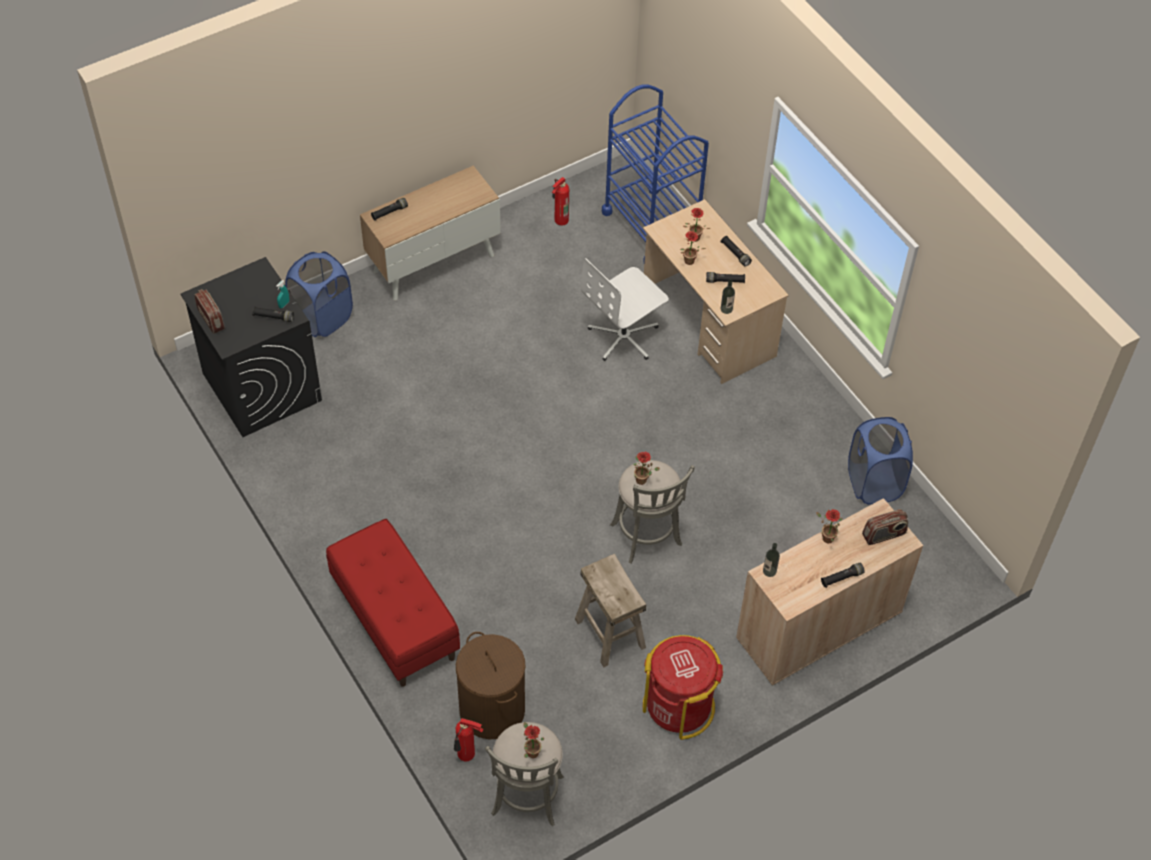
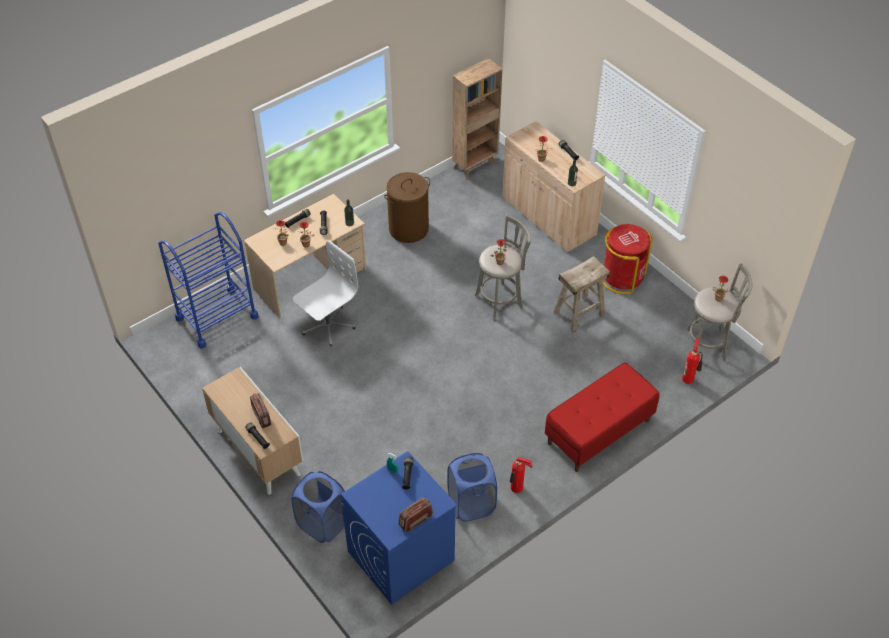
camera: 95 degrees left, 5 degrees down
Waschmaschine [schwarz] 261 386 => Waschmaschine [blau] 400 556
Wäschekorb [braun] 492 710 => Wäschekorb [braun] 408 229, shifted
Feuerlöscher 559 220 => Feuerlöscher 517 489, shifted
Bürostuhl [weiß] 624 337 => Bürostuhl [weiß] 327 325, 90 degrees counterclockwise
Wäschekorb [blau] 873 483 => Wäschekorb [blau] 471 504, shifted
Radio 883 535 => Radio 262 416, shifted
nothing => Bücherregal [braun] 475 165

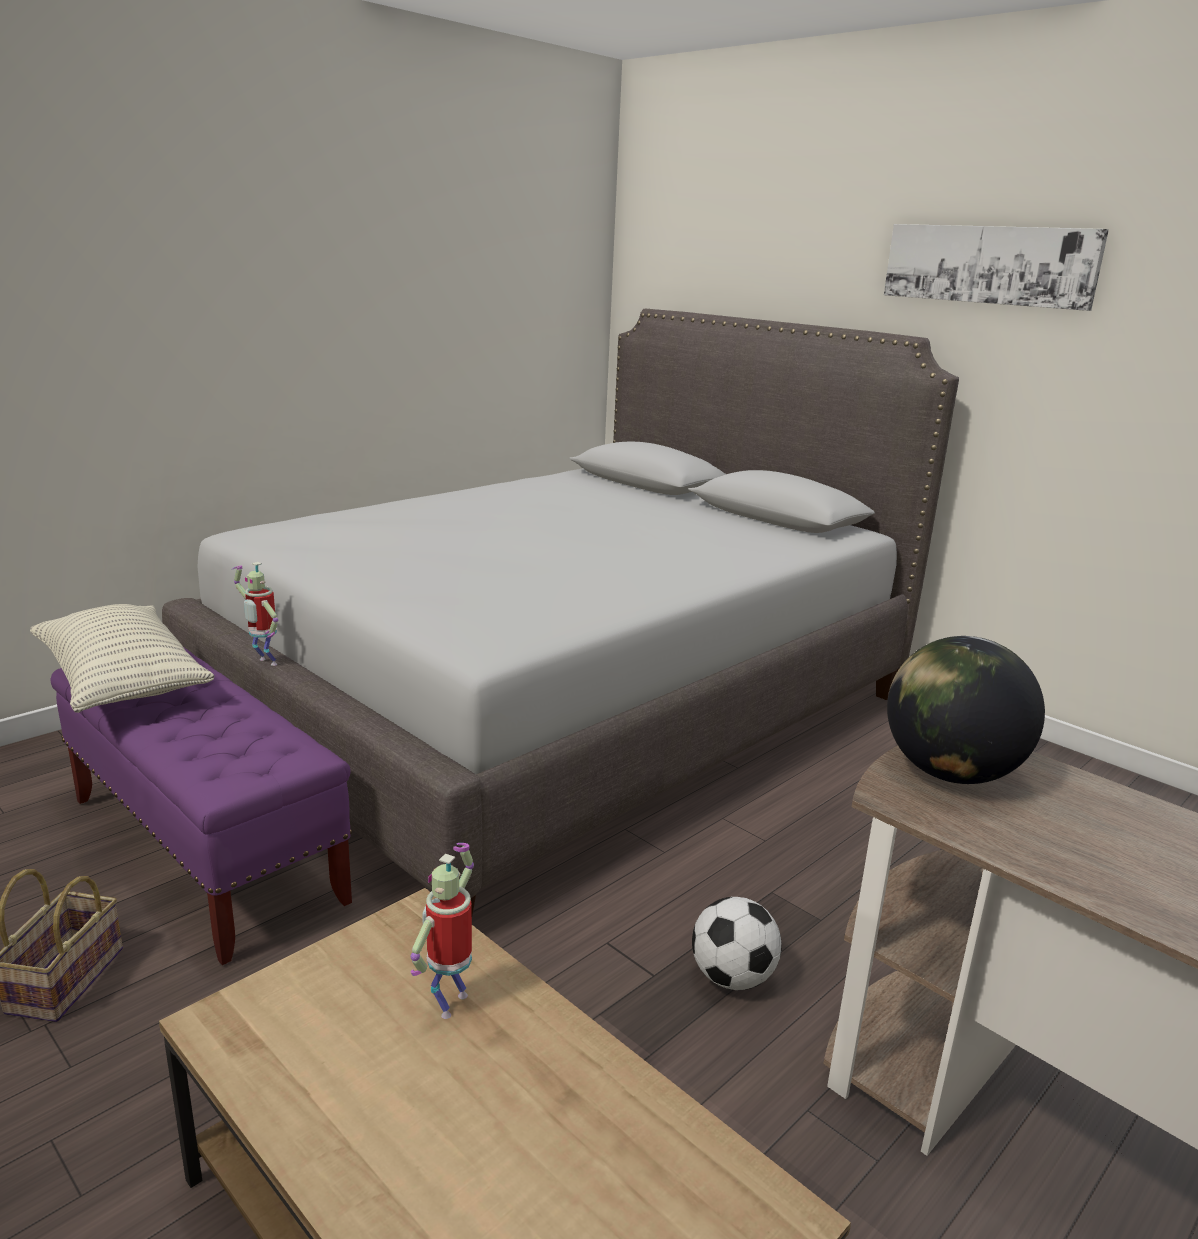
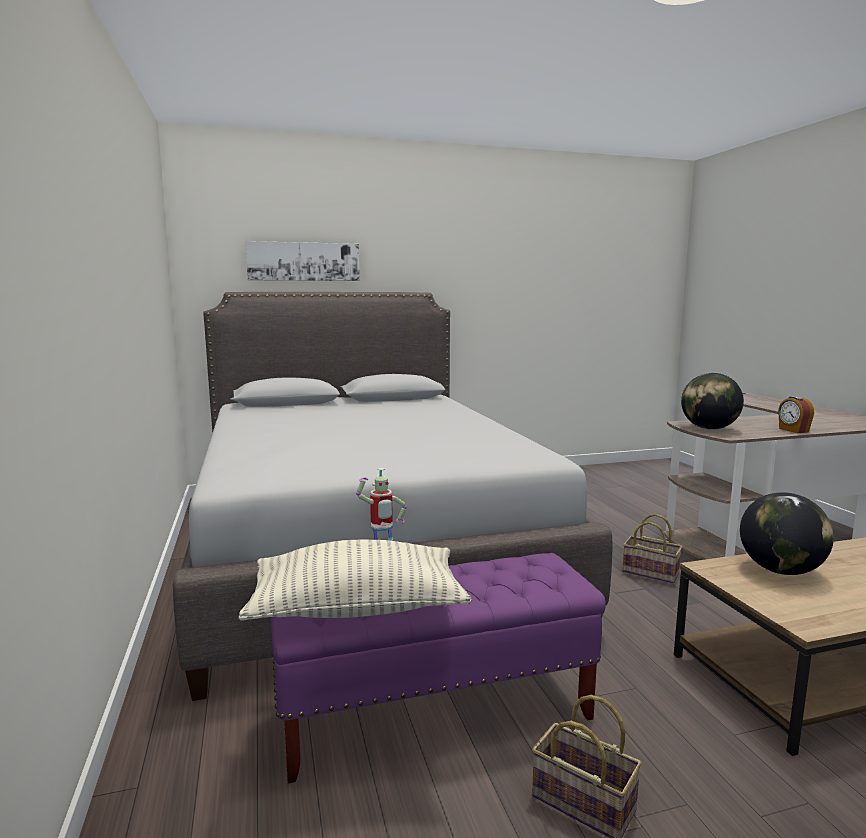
camera: 60 degrees left, 10 degrees down
Spielzeugroboter 449 1002 => Globus 780 571
Fußball 732 978 => Korb 652 572
Bild 989 265 => Bild 304 261, shifted
nothing => Wecker 793 430

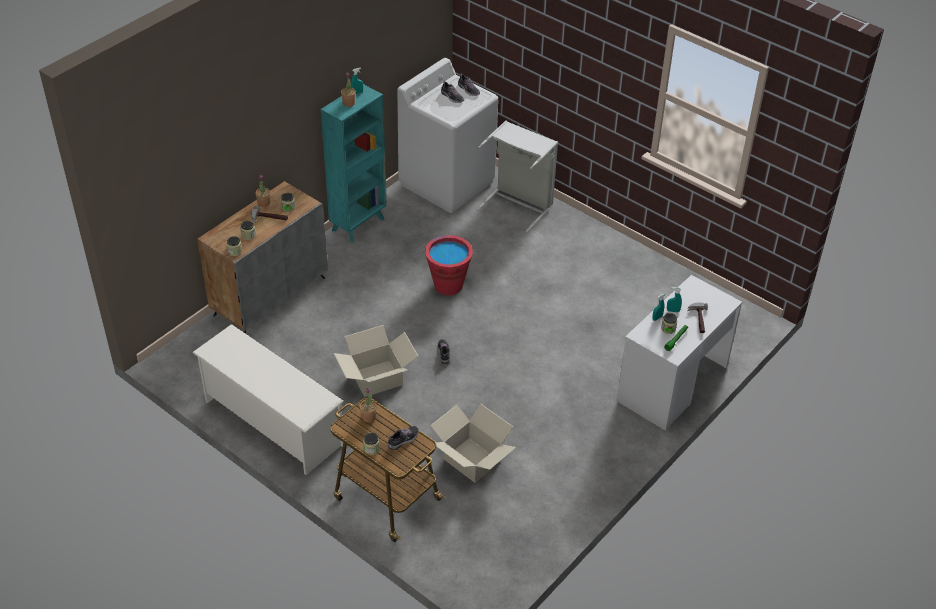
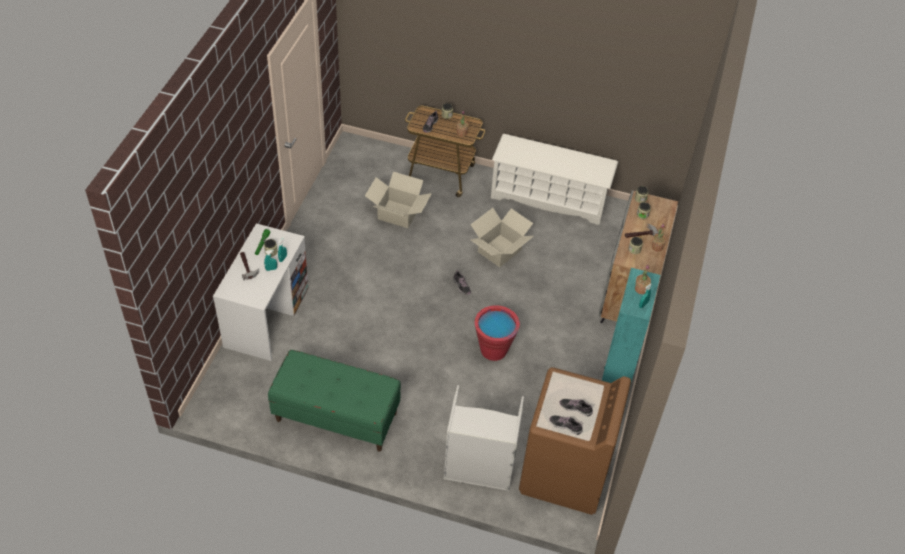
camera: 155 degrees right, 5 degrees up
Waschmaschine [weiß] 447 182 => Waschmaschine [braun] 565 473
nothing => Bank [grün] 336 417

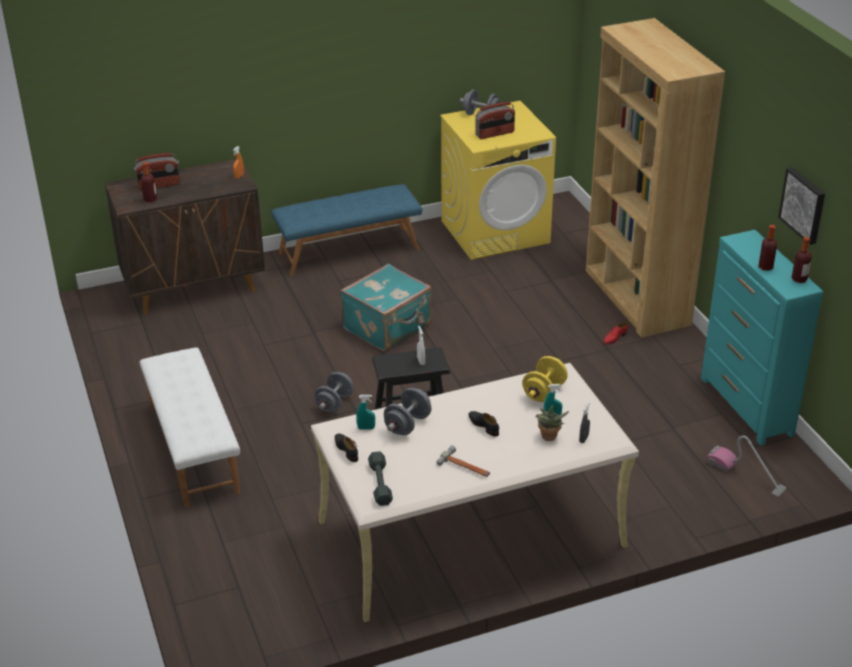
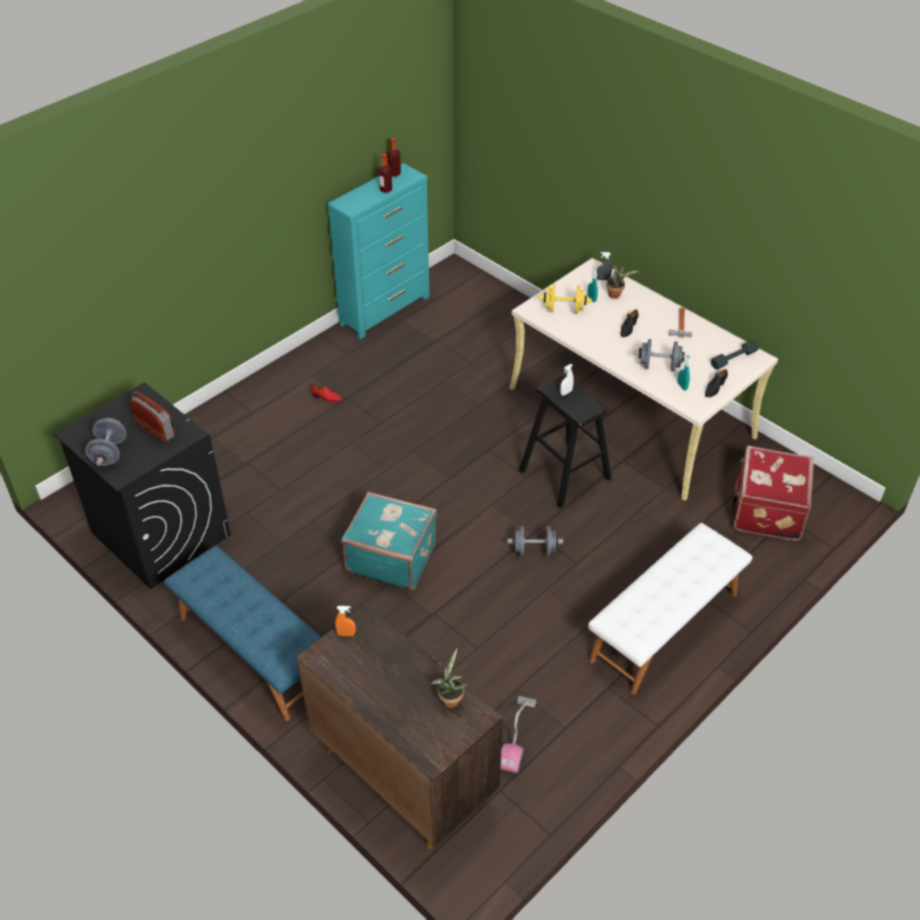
camera: 115 degrees left, 10 degrees up
Radio 159 185 => nothing
Flasche 150 200 => Topfpflanze 450 699
Waschmaschine [gelb] 495 231 => Waschmaschine [schwarz] 160 533
Bücherregal [braun] 636 298 => nothing
Staubsauger 745 475 => Staubsauger 517 735, shifted
Bild 804 205 => nothing
nothing => Koffer [rot] 766 511

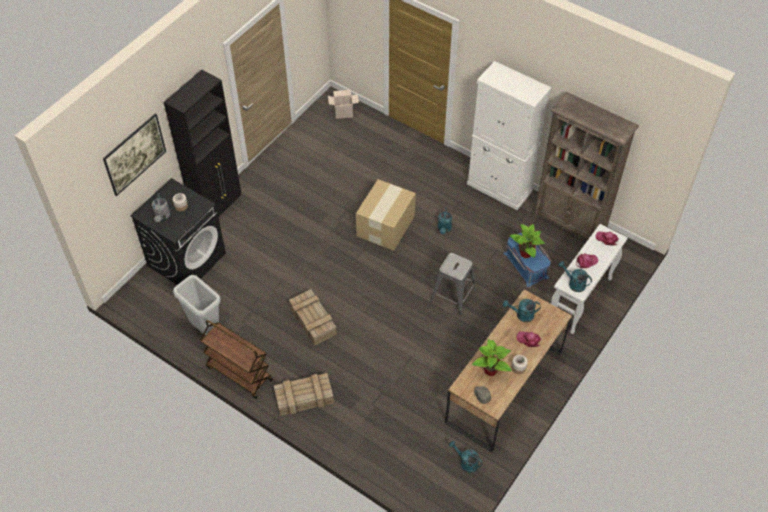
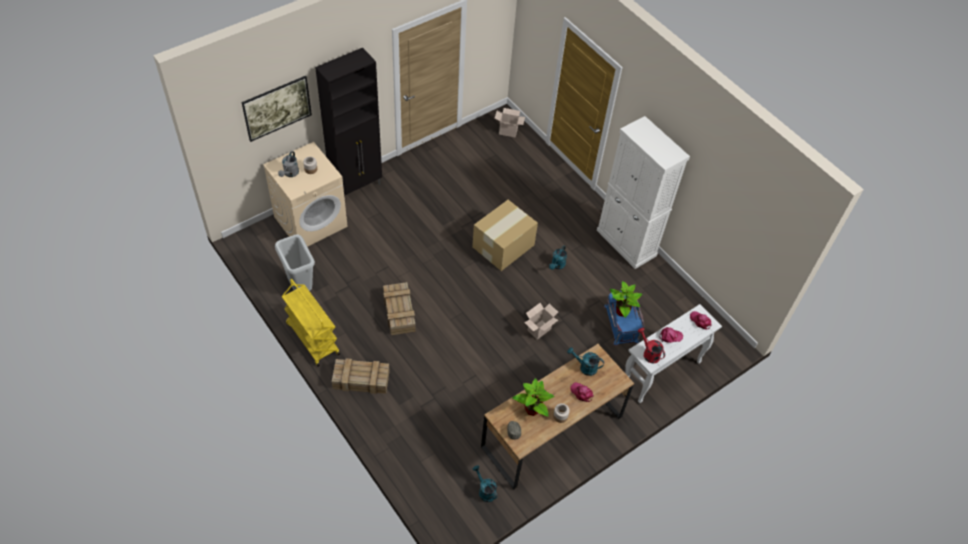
camera: 15 degrees right, 0 degrees up
Waschmaschine [schwarz] 187 259 => Waschmaschine [beige] 311 221
Rollwagen [braun] 239 373 => Rollwagen [gelb] 312 338
Hocker [grau] 453 296 => Karton 539 330
Bücherregal [braun] 570 223 => nothing
Gießkanne [türkis] 574 283 => Gießkanne [rot] 649 353

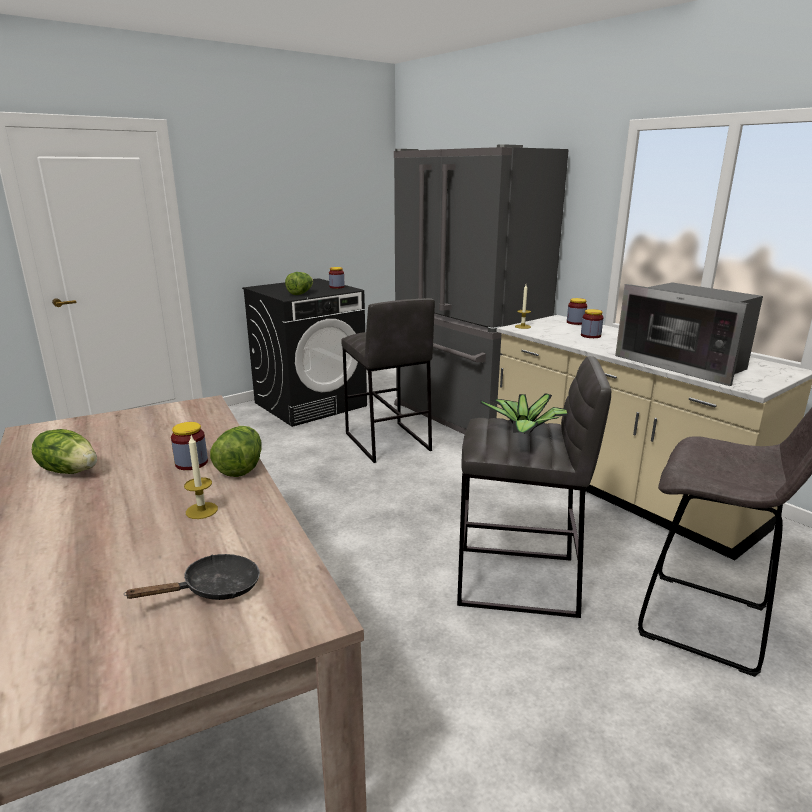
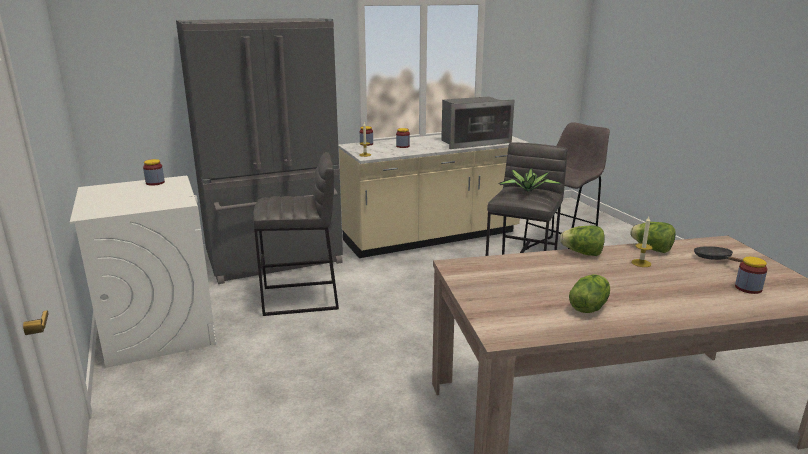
camera: 75 degrees left, 0 degrees up
Vorratsglas 191 463 => Vorratsglas 748 288, shifted
Waschmaschine [schwarz] 311 404 => Waschmaschine [weiß] 159 329
Salatkopf 301 293 => Salatkopf 651 249, shifted

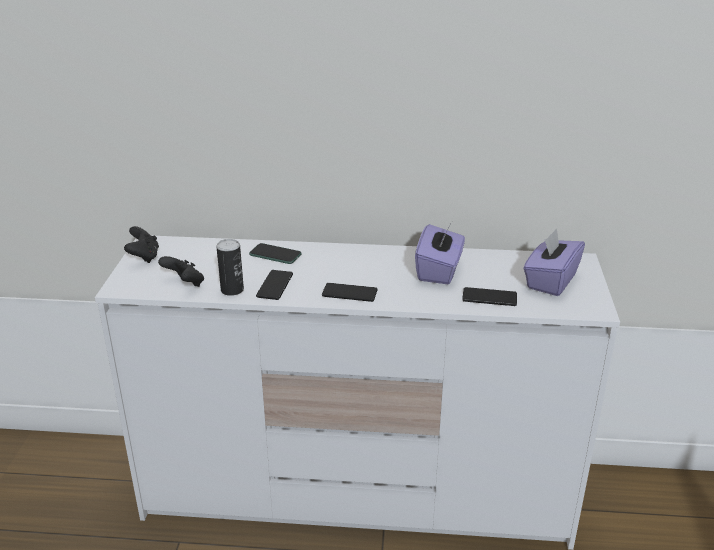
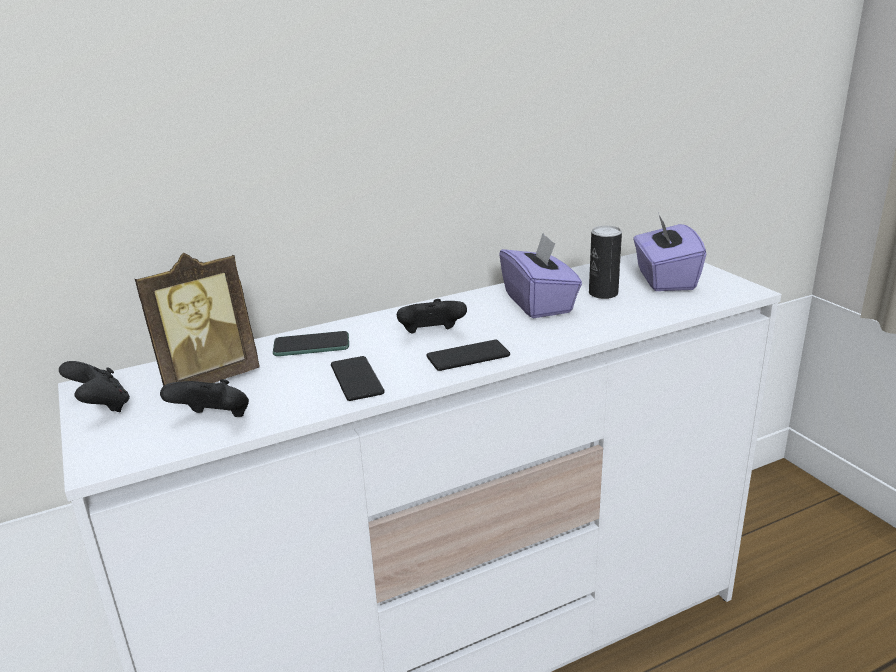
camera: 30 degrees left, 5 degrees down
Dose 232 290 => Dose 603 293, shifted
Handy 489 297 => nothing
nothing => Bilderrahmen 207 379
nothing => Gamepad [schwarz] 431 335

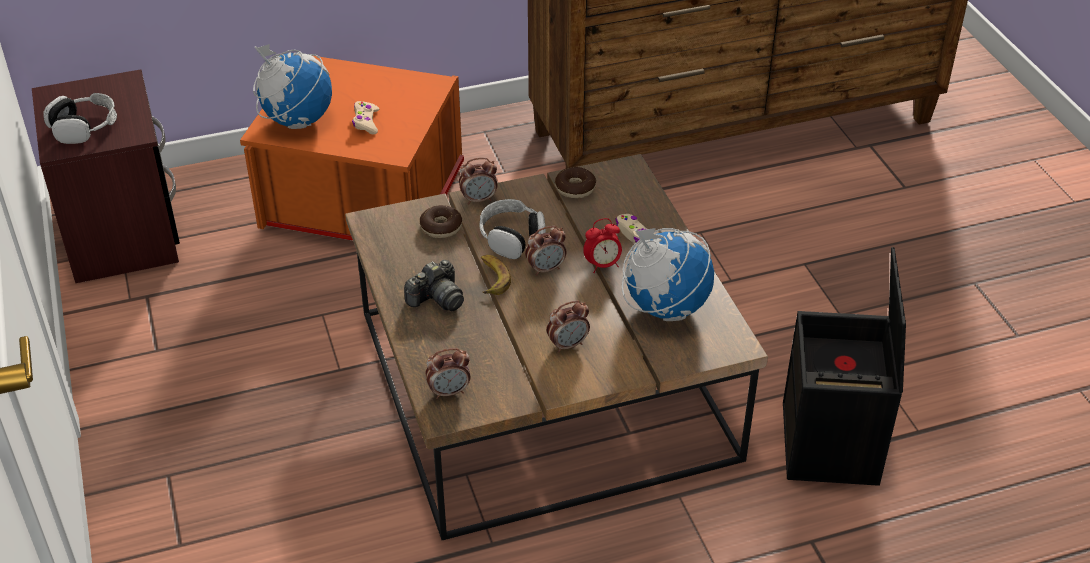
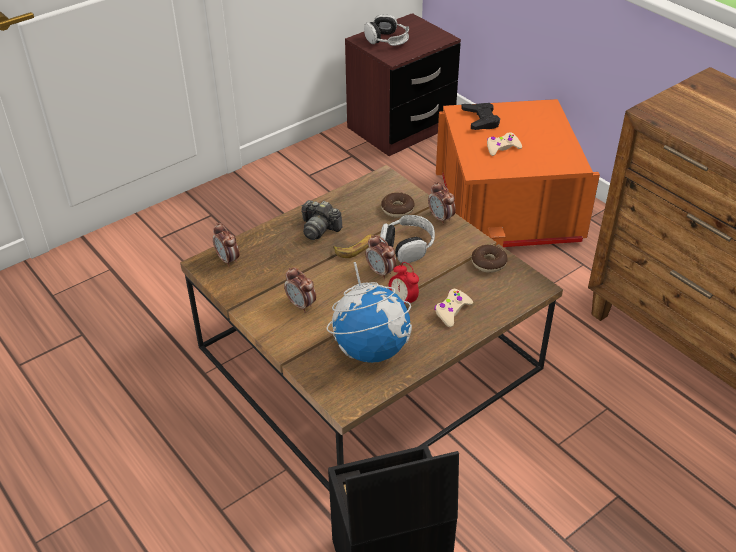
camera: 70 degrees right, 0 degrees up
Globus 297 120 => Gamepad [schwarz] 480 120

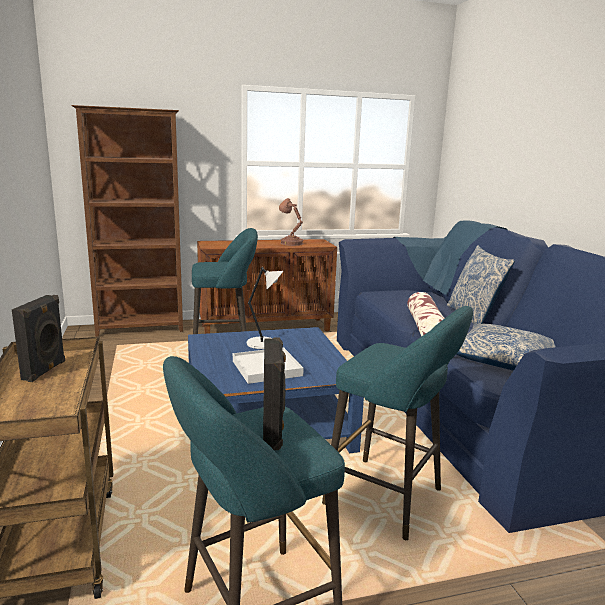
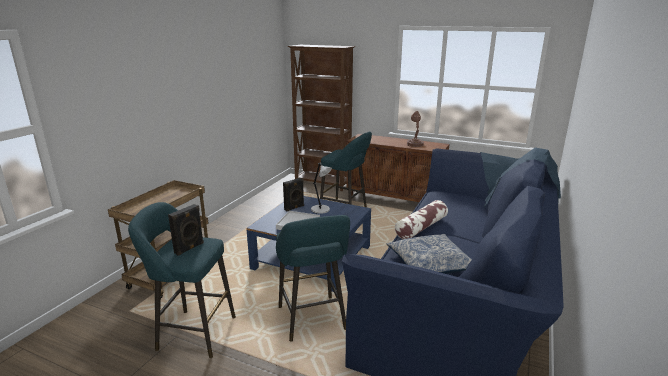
camera: 40 degrees right, 5 degrees up
Lautsprecher [schwarz] 45 370 => Lautsprecher [schwarz] 294 208, shifted
Kissen 473 317 => nothing

